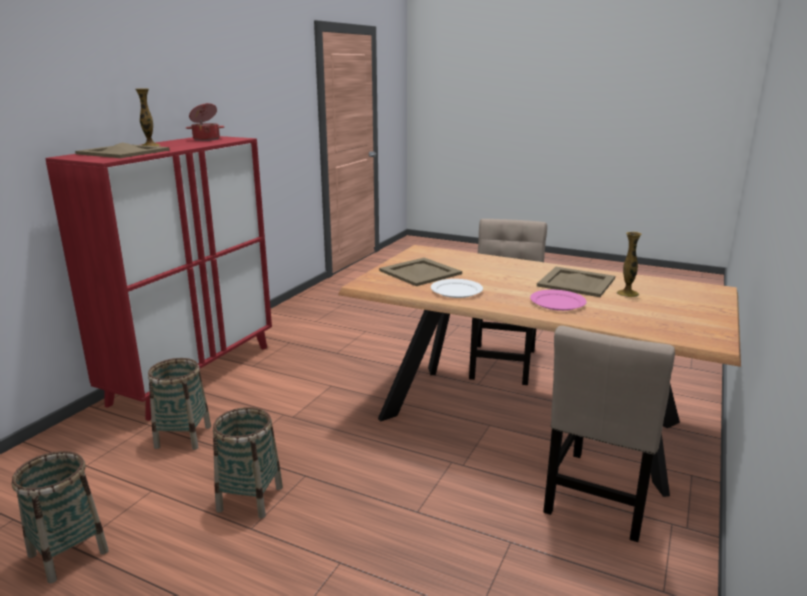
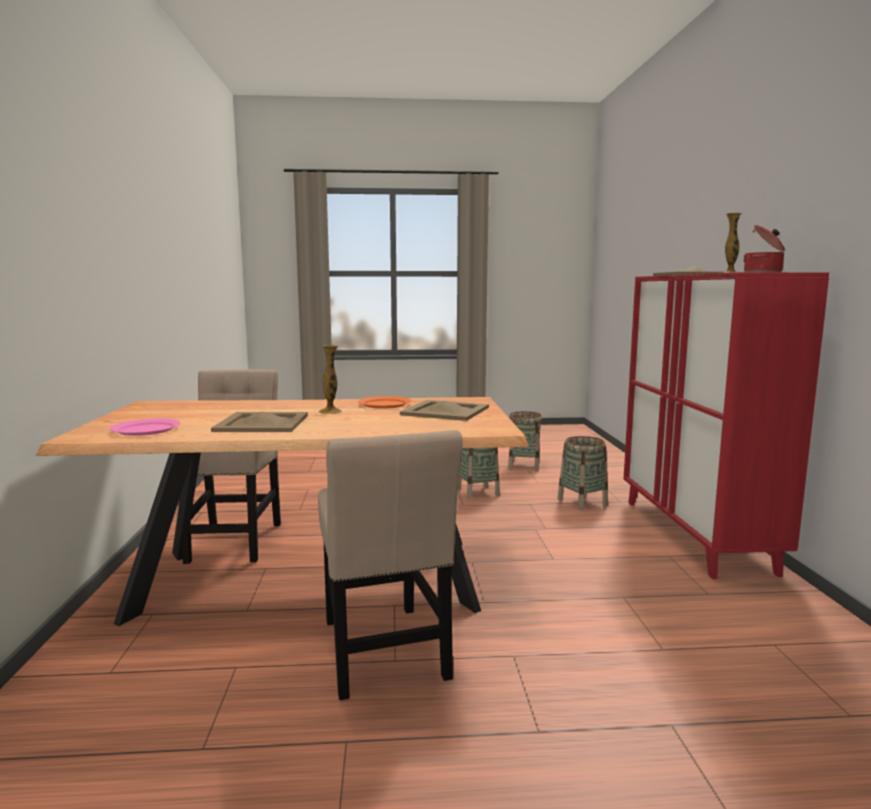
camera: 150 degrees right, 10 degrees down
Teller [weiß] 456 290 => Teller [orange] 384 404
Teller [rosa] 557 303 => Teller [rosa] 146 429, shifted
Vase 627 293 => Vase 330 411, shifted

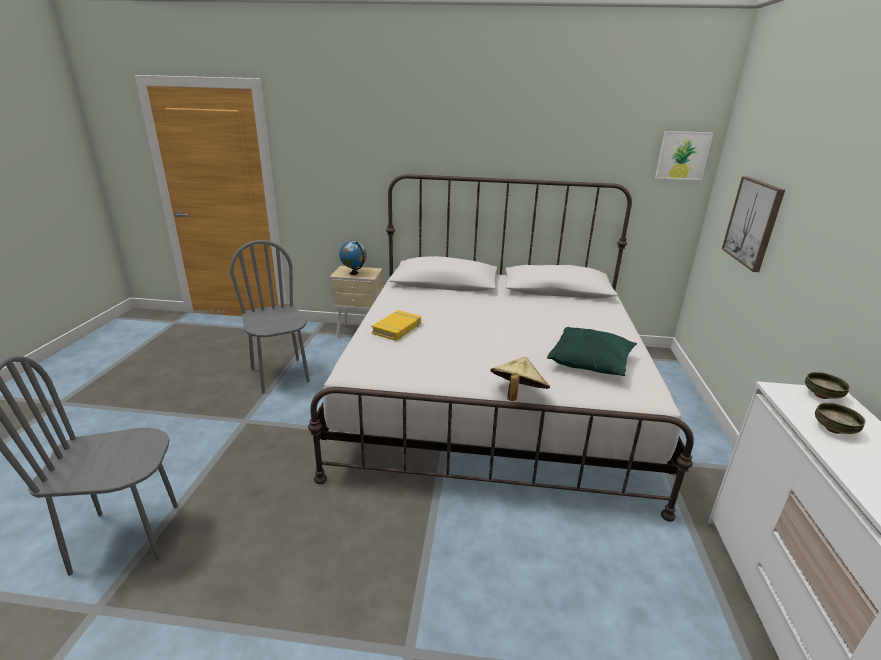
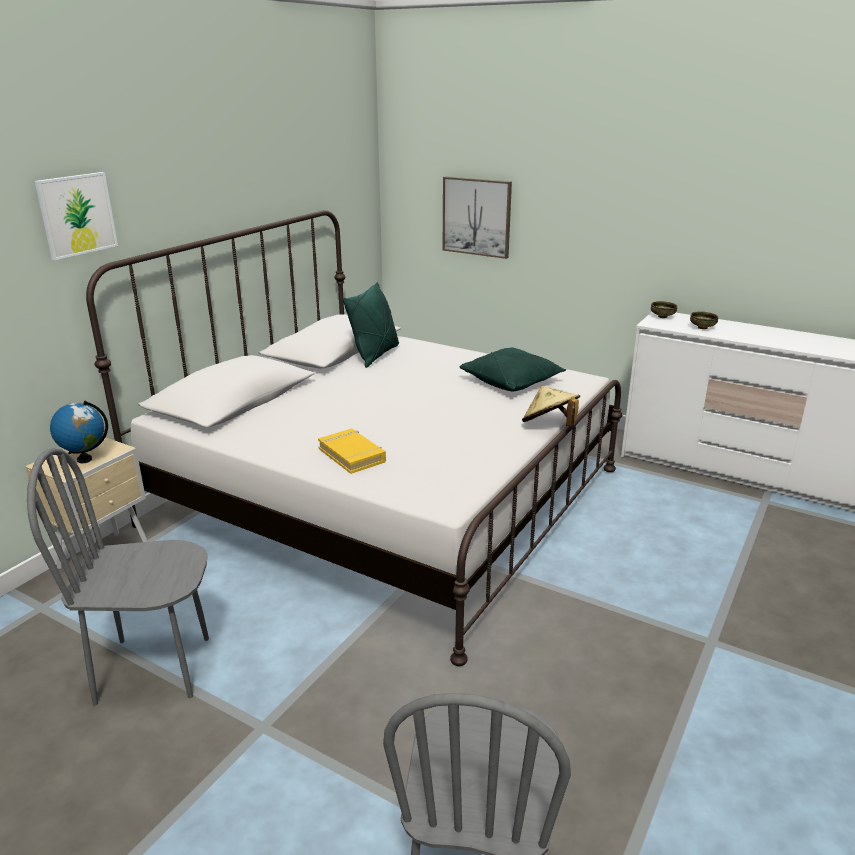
camera: 65 degrees left, 0 degrees up
Bild 683 155 => Bild 77 215, shifted
nothing => Kissen [grün] 375 355

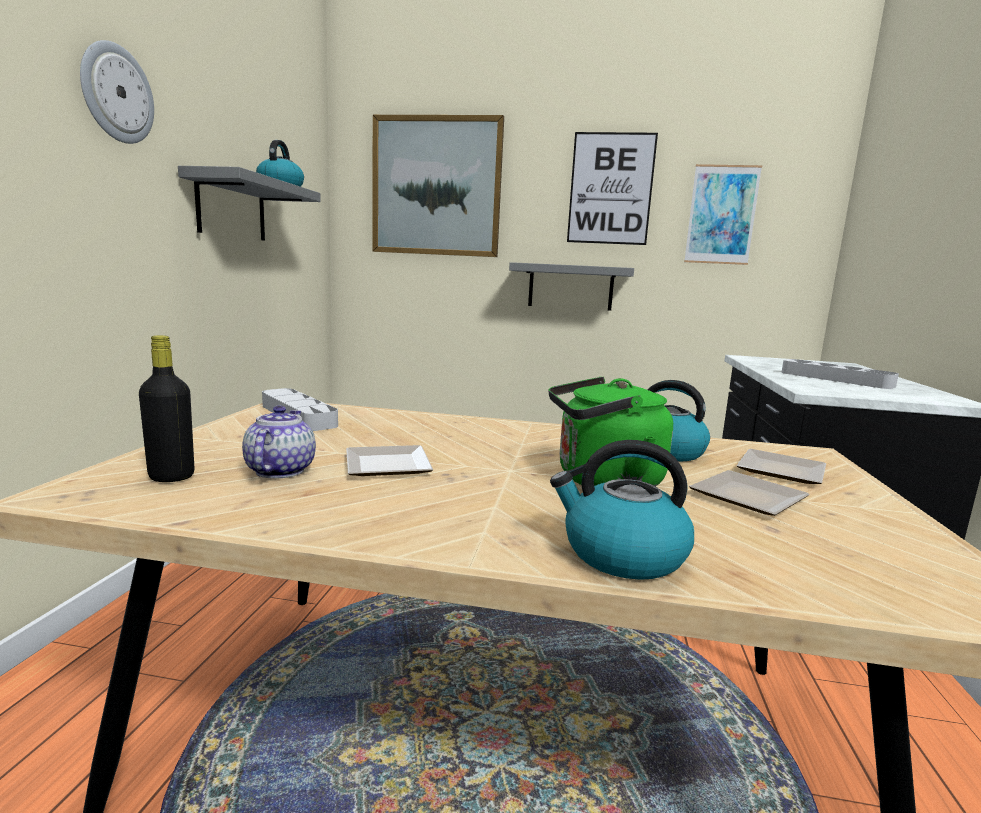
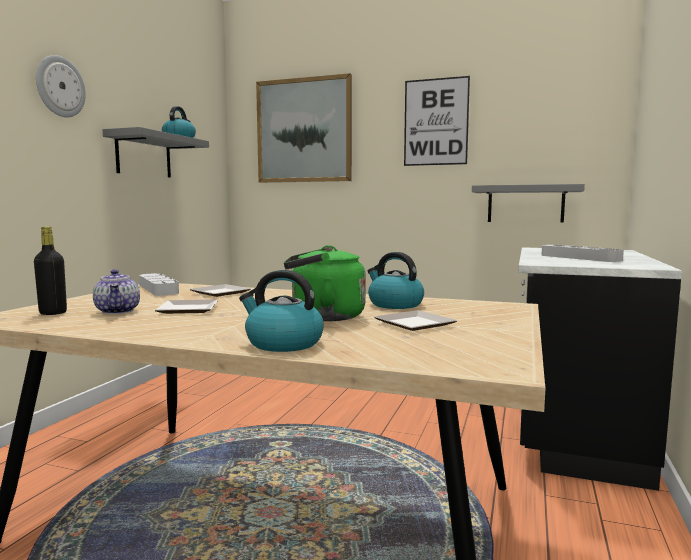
camera: 10 degrees right, 5 degrees down
Teekanne 279 470 => Teekanne 118 311, 150 degrees clockwise
Wandregal [grau] 570 287 => Wandregal [grau] 525 204, shifted
Bild 721 215 => nothing
Teller 777 471 => Teller 218 293, shifted

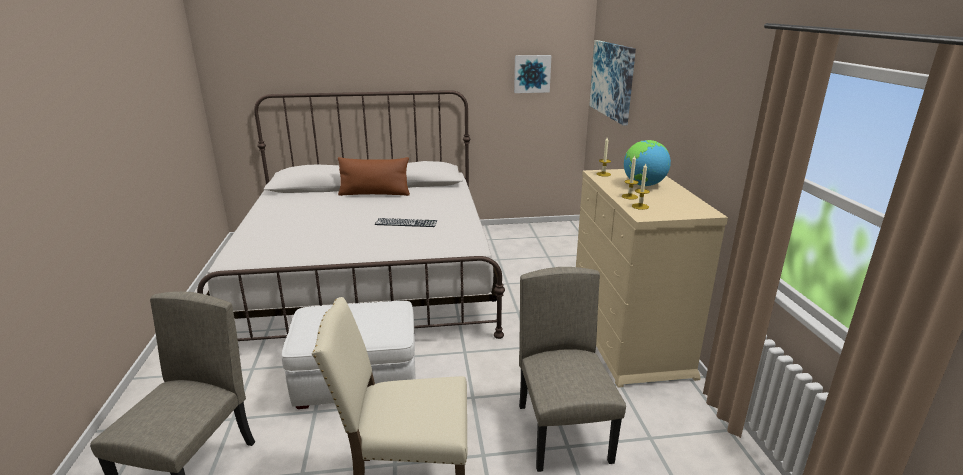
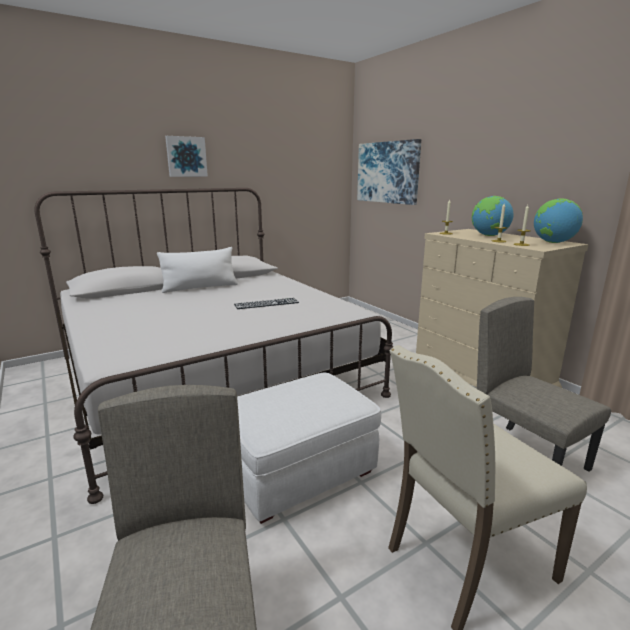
camera: 25 degrees left, 5 degrees down
Kissen [braun] 374 194 => Kissen [weiß] 200 287
Bild 532 73 => Bild 186 156, shifted
nothing => Globus 553 242

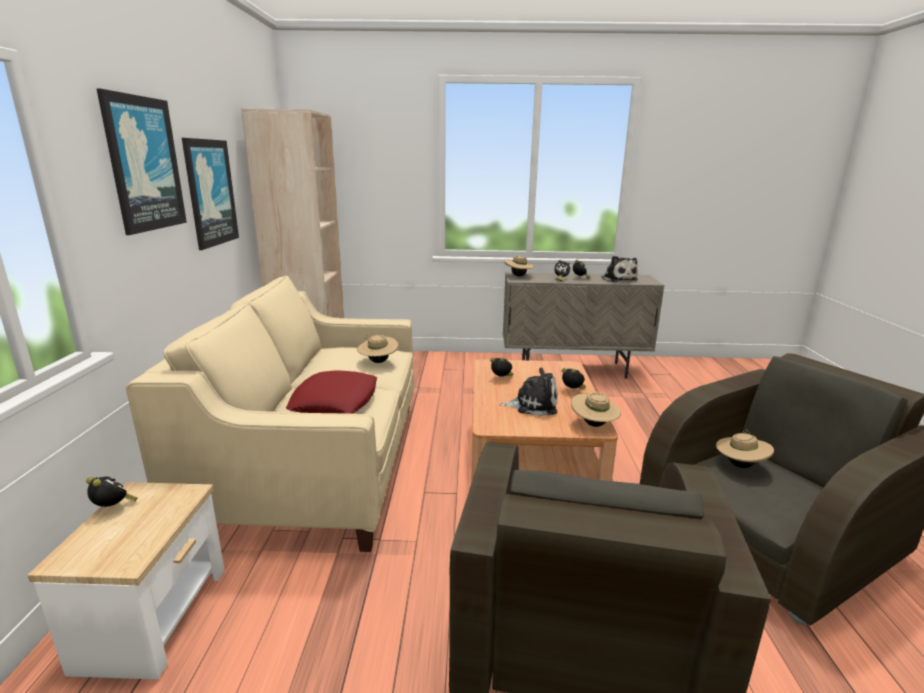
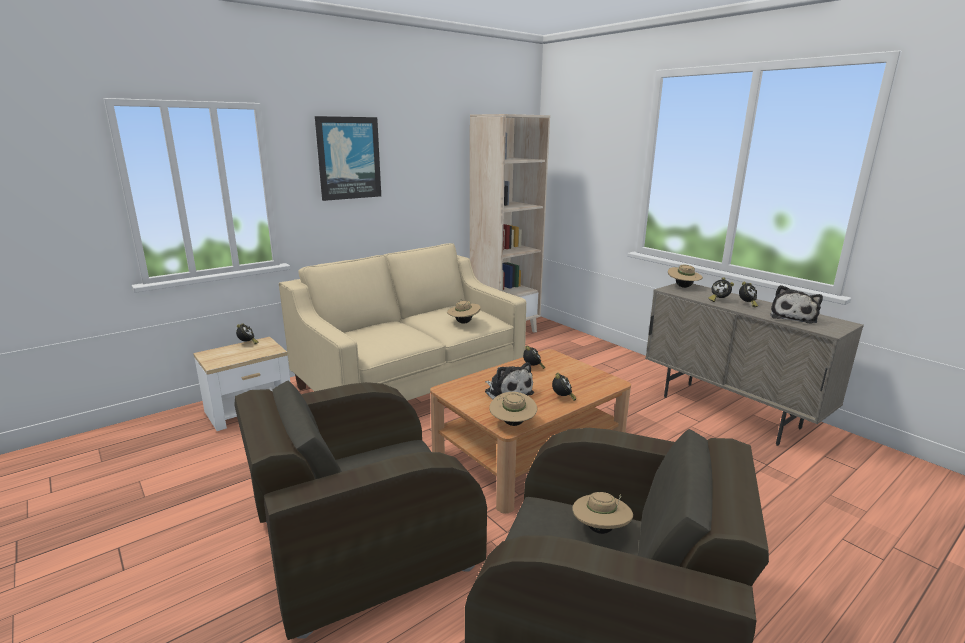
camera: 50 degrees right, 0 degrees up
Bild 210 193 => nothing
Kissen [rot] 335 401 => nothing

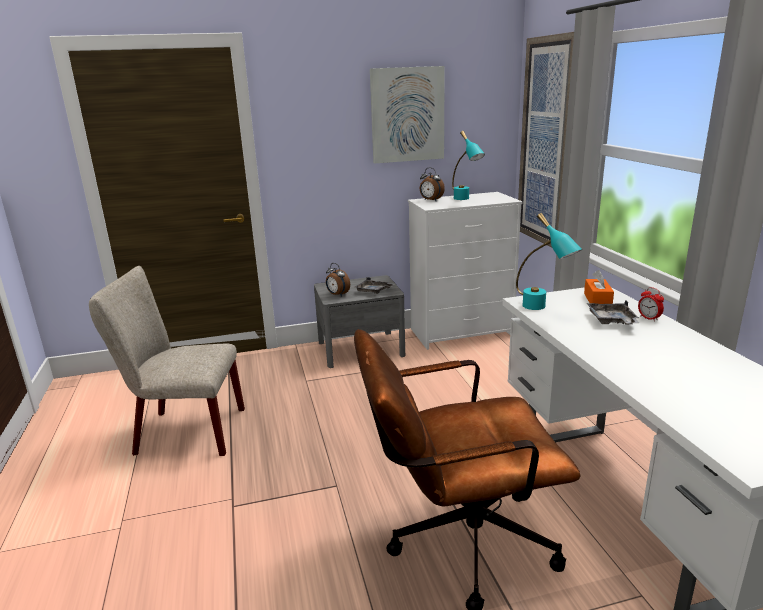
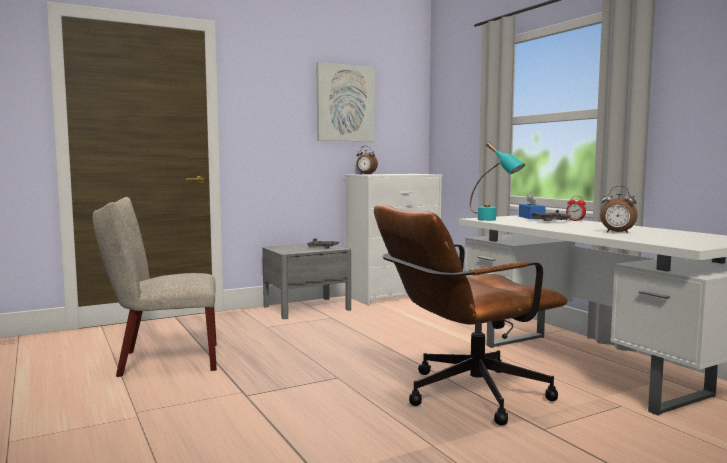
camera: 15 degrees left, 15 degrees down
Wecker 337 295 => Wecker 617 232, shifted
Tischlampe [türkis] 465 199 => nothing
Bild 548 143 => nothing
Taschentuchbox [orange] 597 300 => Taschentuchbox [blau] 531 217

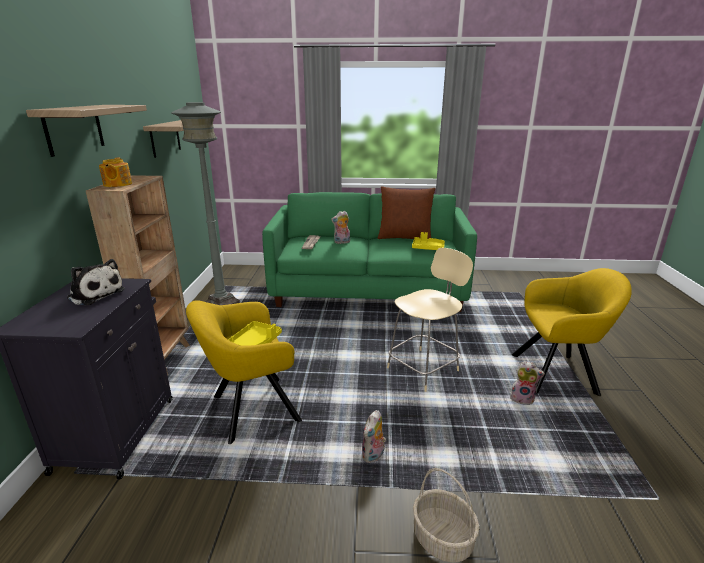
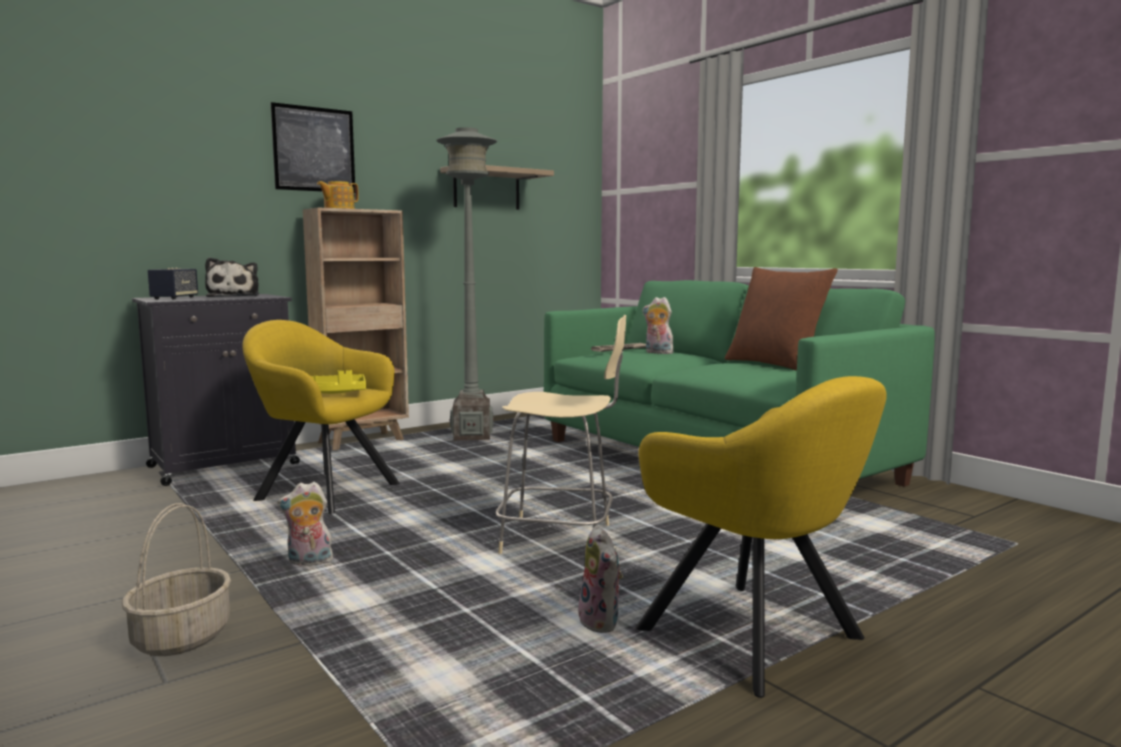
camera: 50 degrees right, 15 degrees down
Wandregal 74 129 => Bild 314 149
Tablett [gelb] 427 248 => nothing
nothing => Lautsprecher 174 298

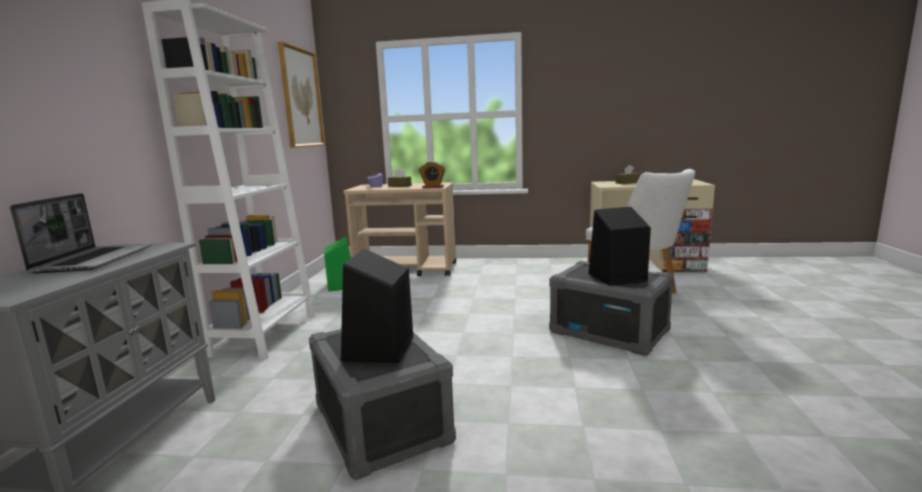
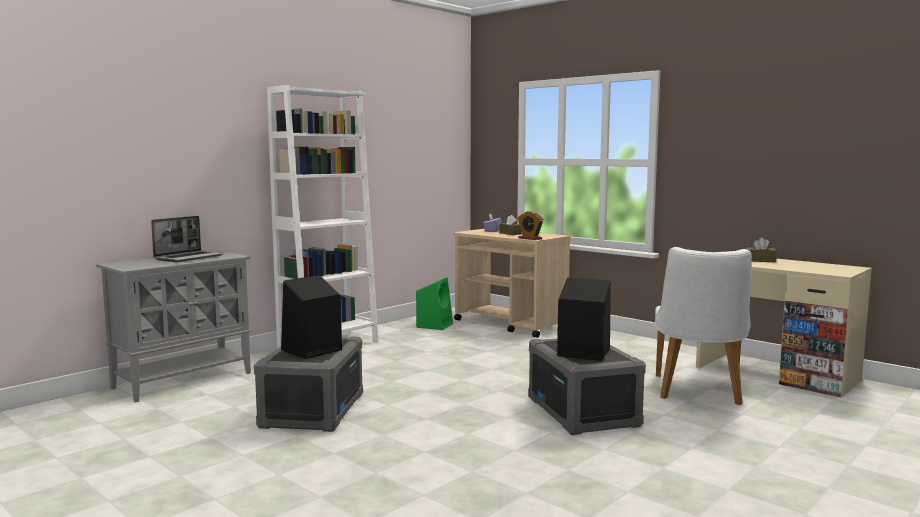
camera: 35 degrees right, 5 degrees down
Bild 301 98 => nothing

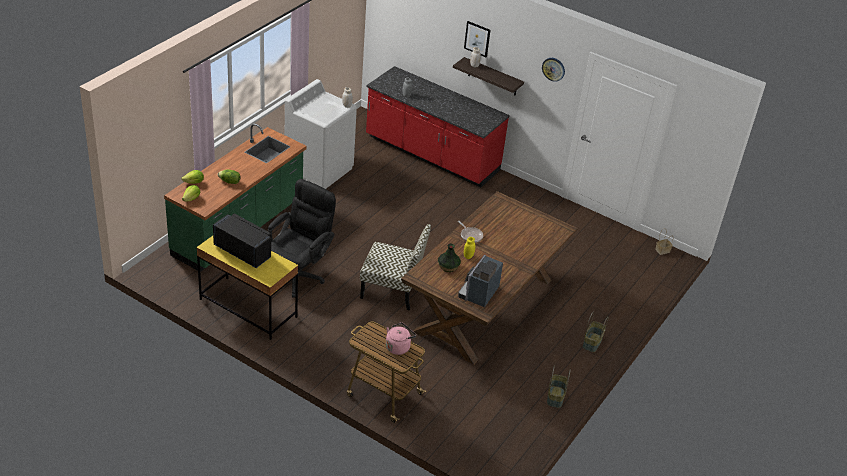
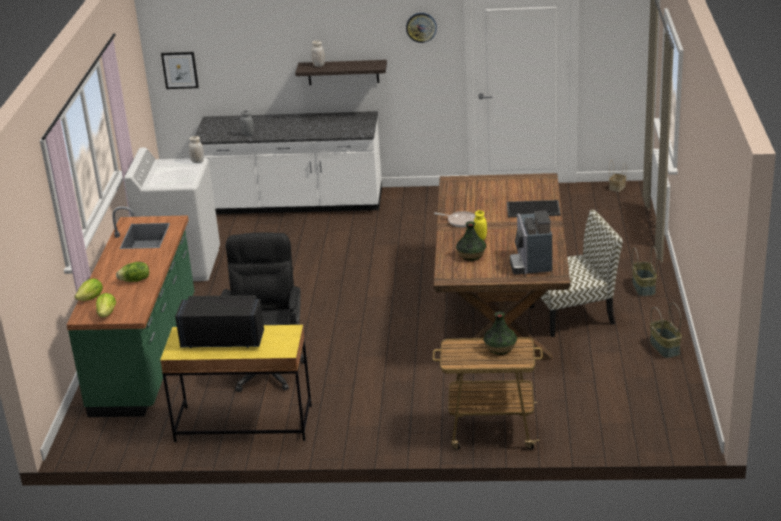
camera: 25 degrees left, 10 degrees down
Stuhl 392 289 => Stuhl 573 314, shifted
Küchenzeile [rot] 431 155 => Küchenzeile [weiß] 294 204
Wasserkessel [rosa] 398 347 => Vase 500 348
Bild 477 39 => Bild 180 70, shifted
nothing => Tablett 532 209

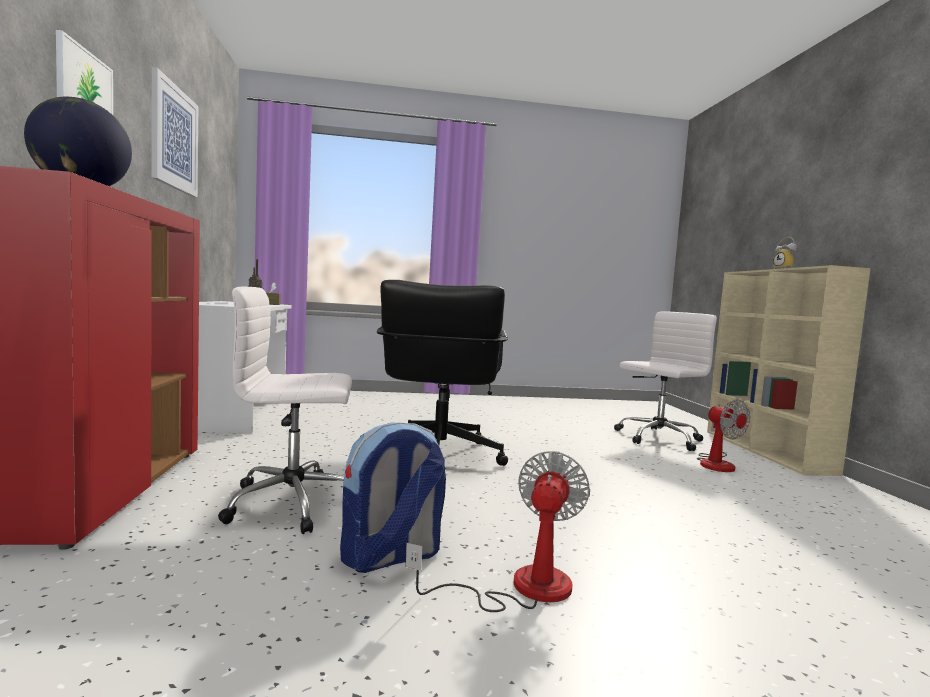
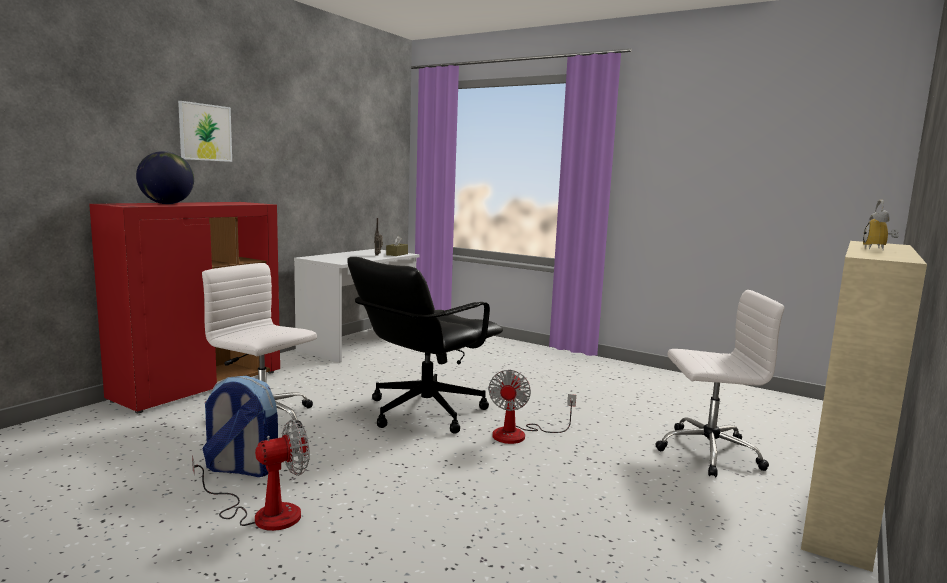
camera: 40 degrees right, 5 degrees up
Bild 174 138 => nothing
Ventilator 716 463 => Ventilator 520 434, shifted

